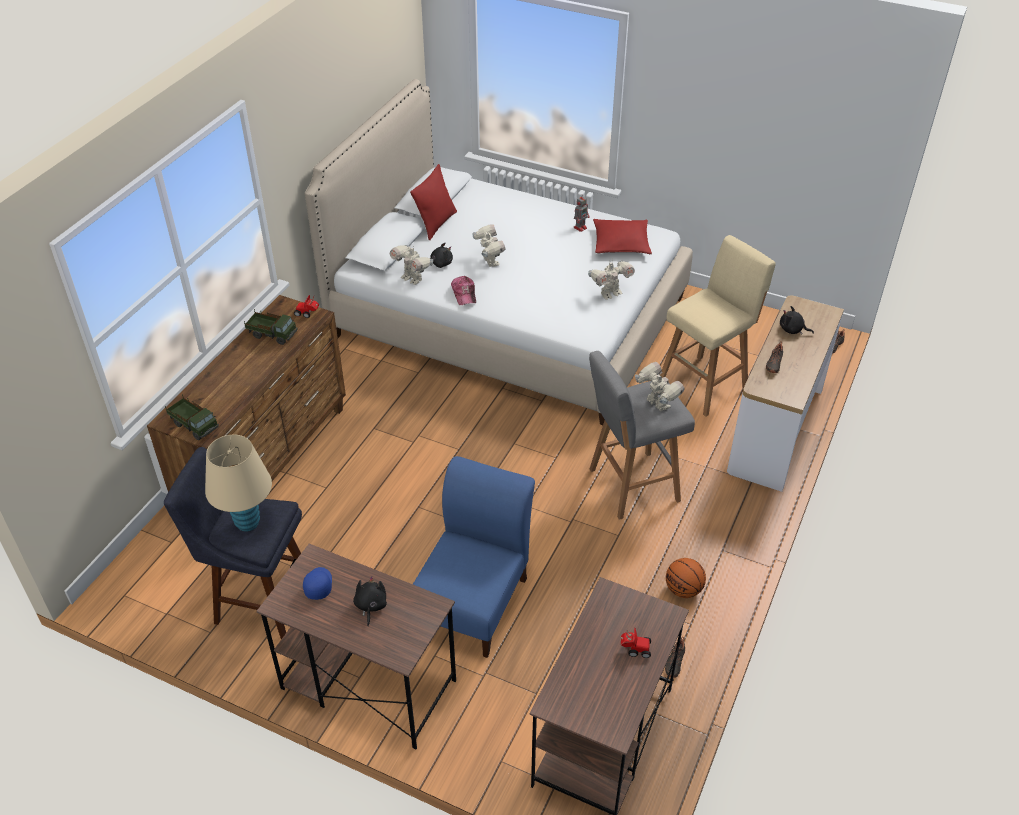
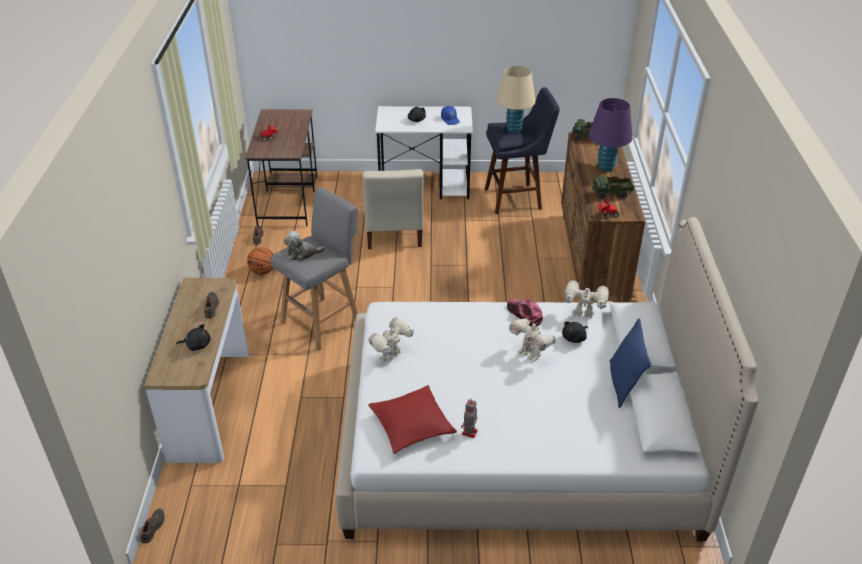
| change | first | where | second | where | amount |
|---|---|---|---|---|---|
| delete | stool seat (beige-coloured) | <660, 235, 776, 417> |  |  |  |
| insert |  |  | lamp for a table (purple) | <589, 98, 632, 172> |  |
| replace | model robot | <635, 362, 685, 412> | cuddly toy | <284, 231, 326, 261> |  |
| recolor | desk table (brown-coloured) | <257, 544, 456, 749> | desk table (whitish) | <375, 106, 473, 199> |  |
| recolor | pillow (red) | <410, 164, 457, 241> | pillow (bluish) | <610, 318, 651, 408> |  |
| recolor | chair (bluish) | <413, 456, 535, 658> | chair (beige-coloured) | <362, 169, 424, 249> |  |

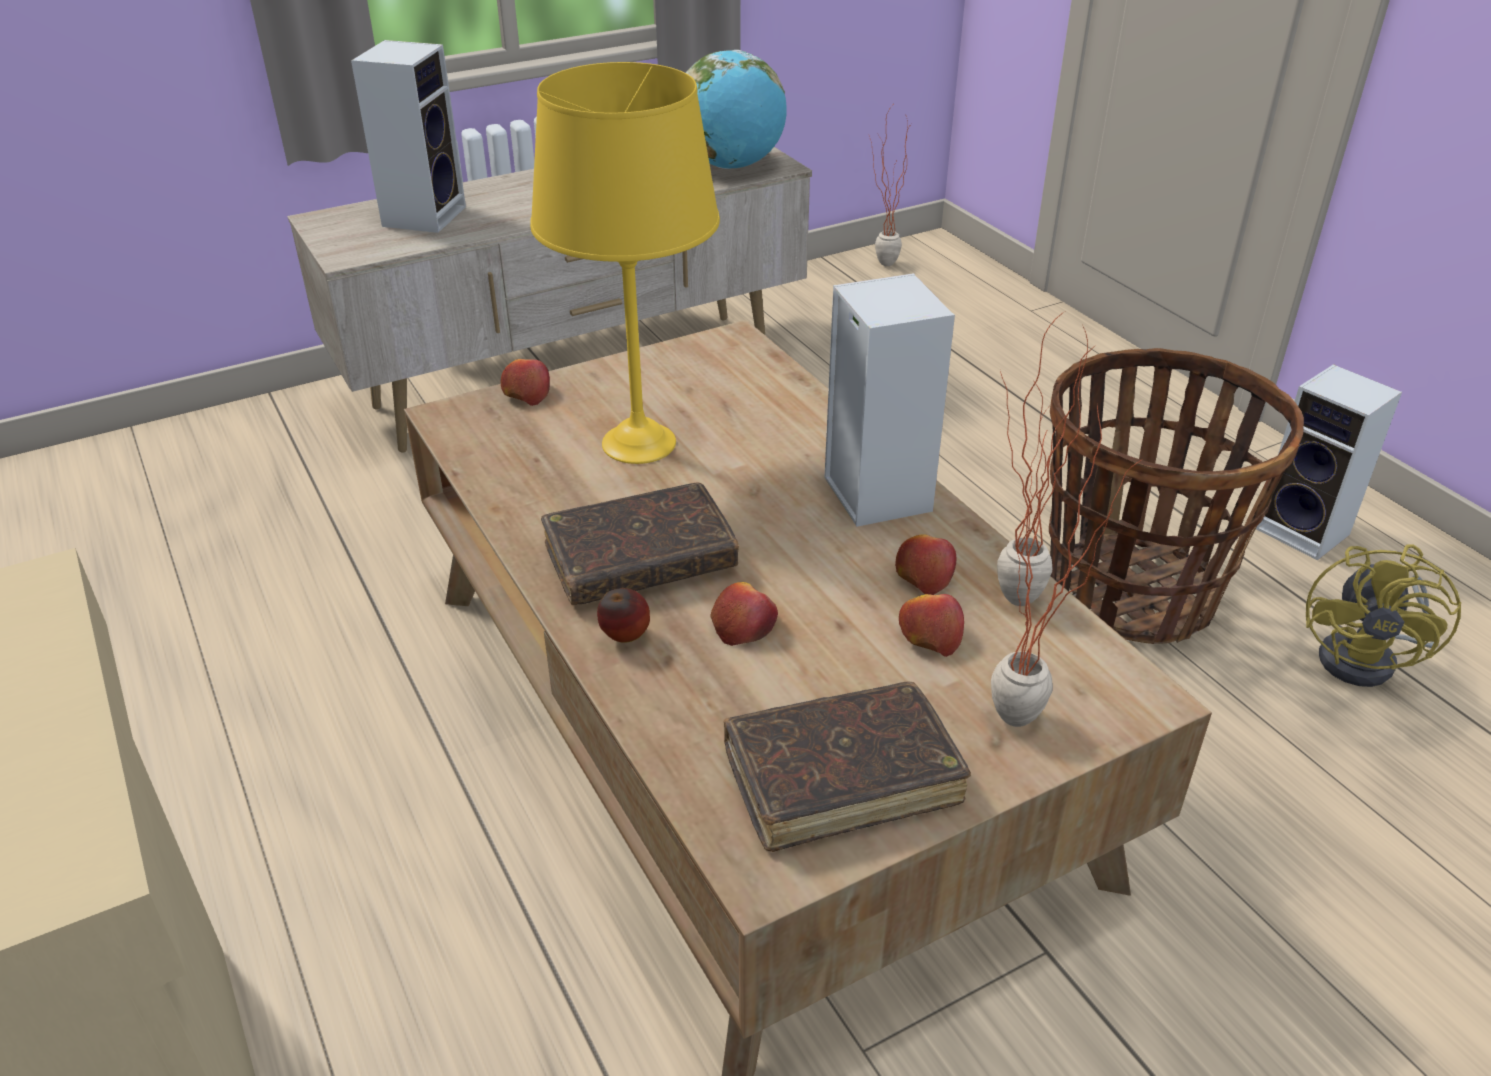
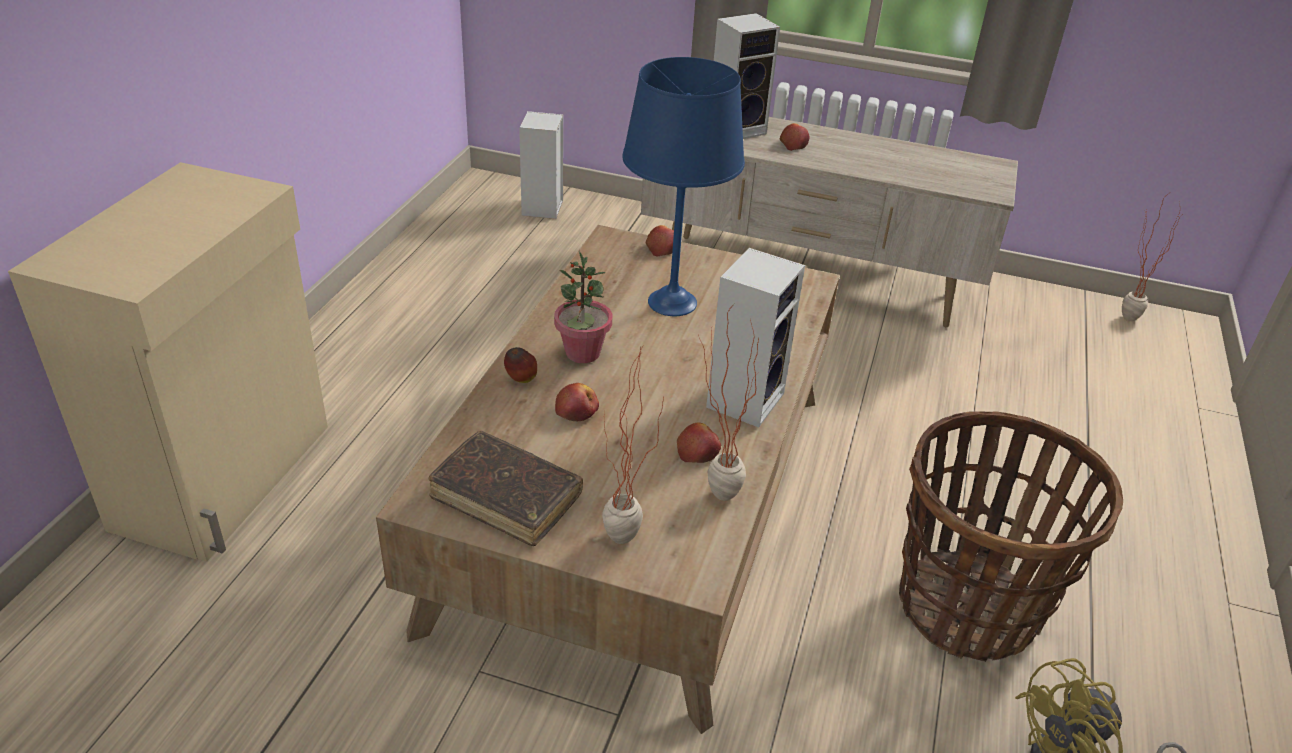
| change | first | where | second | where | amount |
|---|---|---|---|---|---|
| delete | globe | <686, 50, 787, 169> |  |  |  |
| move | apple fruit | <899, 594, 964, 657> |  | <779, 123, 810, 151> |  |
| move | loudspeaker | <1256, 364, 1402, 560> |  | <519, 111, 563, 219> |  |
| replace | volume (brown-coloured) | <541, 482, 739, 605> | potted plant | <554, 251, 612, 363> |  |
| recolor | lamp for a table (yellow-coloured) | <530, 62, 720, 464> | lamp for a table (bluish) | <622, 57, 745, 316> |  |

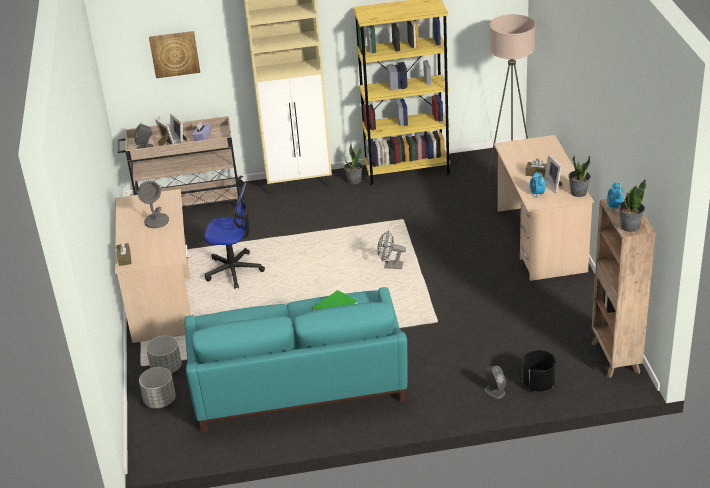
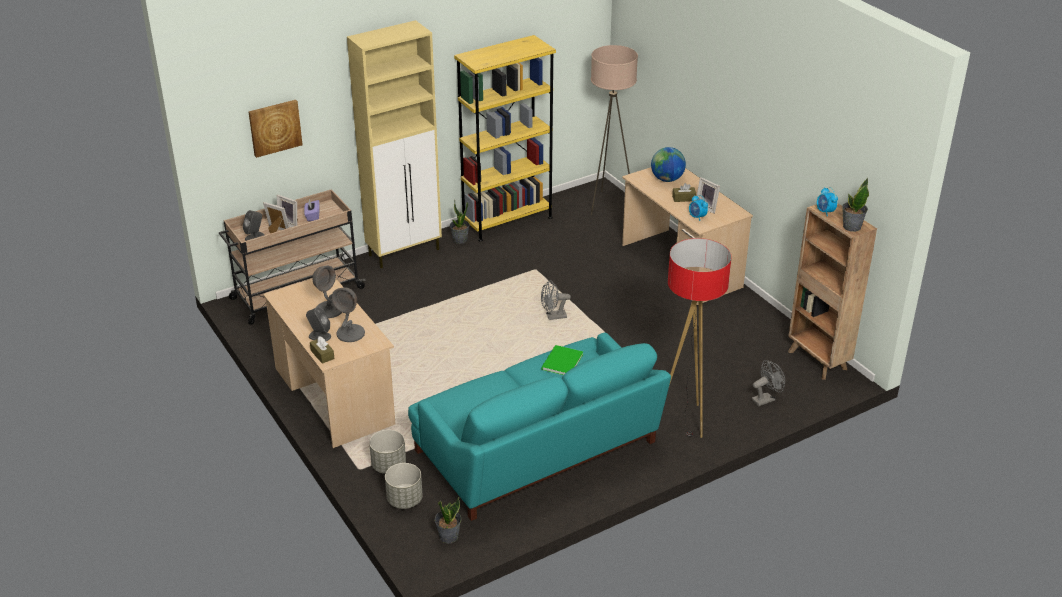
| change | first | where | second | where | amount |
|---|---|---|---|---|---|
| delete | desk chair | <204, 183, 265, 289> |  |  |  |
| insert |  |  | lamp for a table (gray) | <331, 287, 365, 342> |  |
| insert |  |  | globe | <651, 147, 686, 182> |  |
| insert |  |  | standing lamp | <668, 238, 732, 438> |  |
| move | loudspeaker (gray) | <484, 366, 506, 399> |  | <306, 307, 331, 341> |  |
| move | potted plant | <568, 155, 591, 197> |  | <435, 497, 461, 543> |  |
| replace | planter (black) | <522, 350, 556, 392> | fan (gray) | <752, 360, 785, 406> |  |

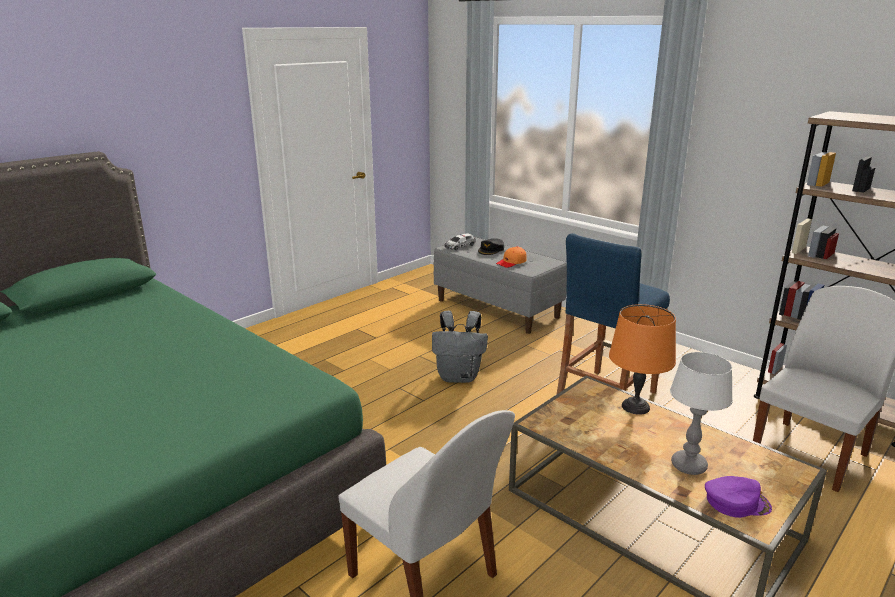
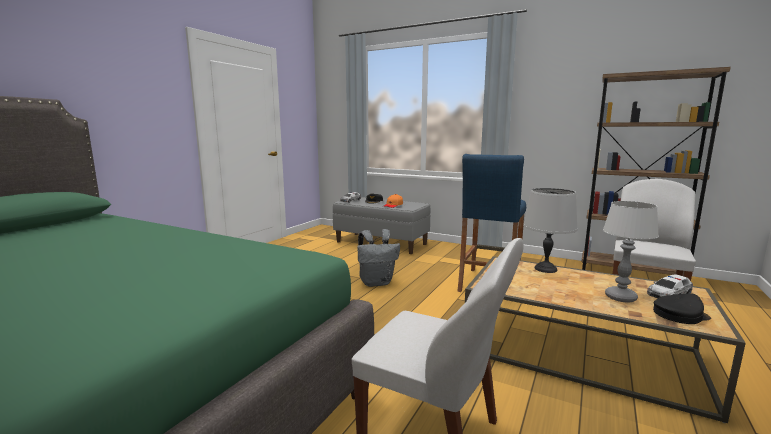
| change | first | where | second | where | amount |
|---|---|---|---|---|---|
| insert |  |  | miniature car | <647, 275, 693, 298> |  |
| recolor | lamp for a table (orangey) | <609, 304, 676, 415> | lamp for a table (gray) | <523, 188, 578, 273> |  |
| recolor | cap (purple) | <705, 476, 772, 518> | cap (black) | <653, 293, 711, 324> |  |

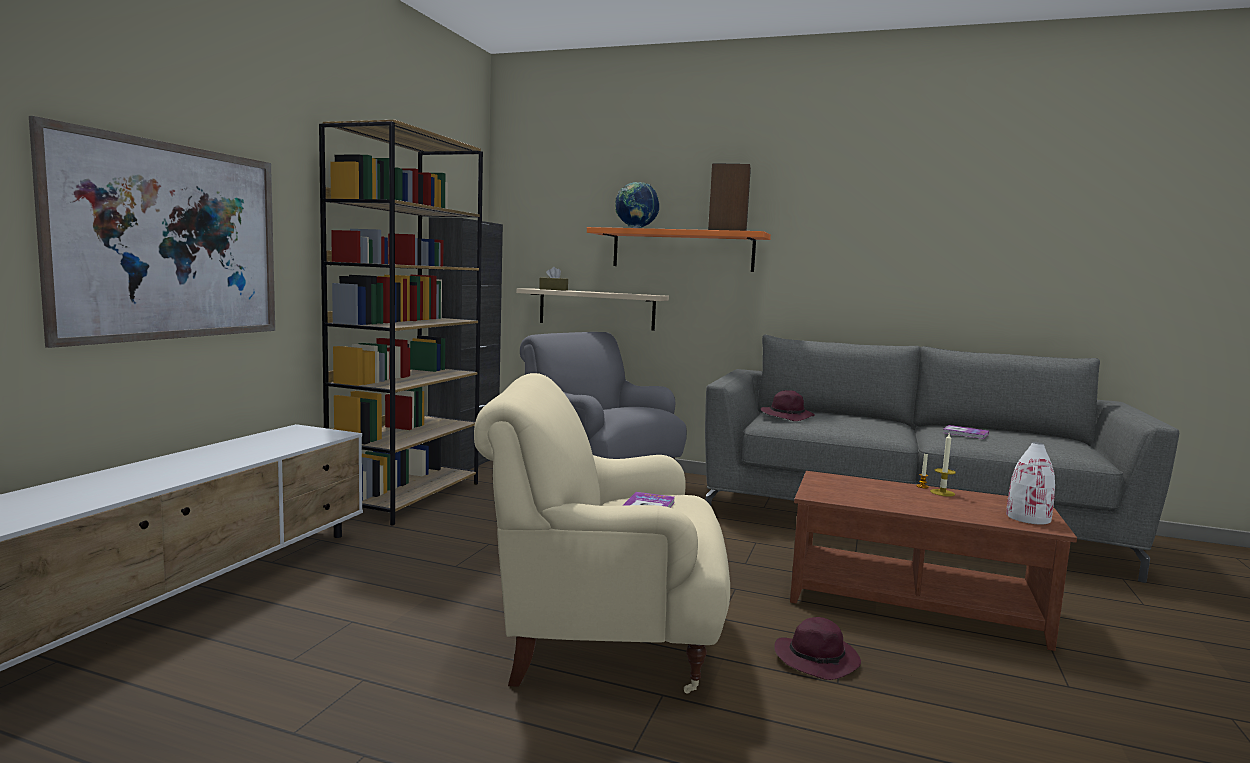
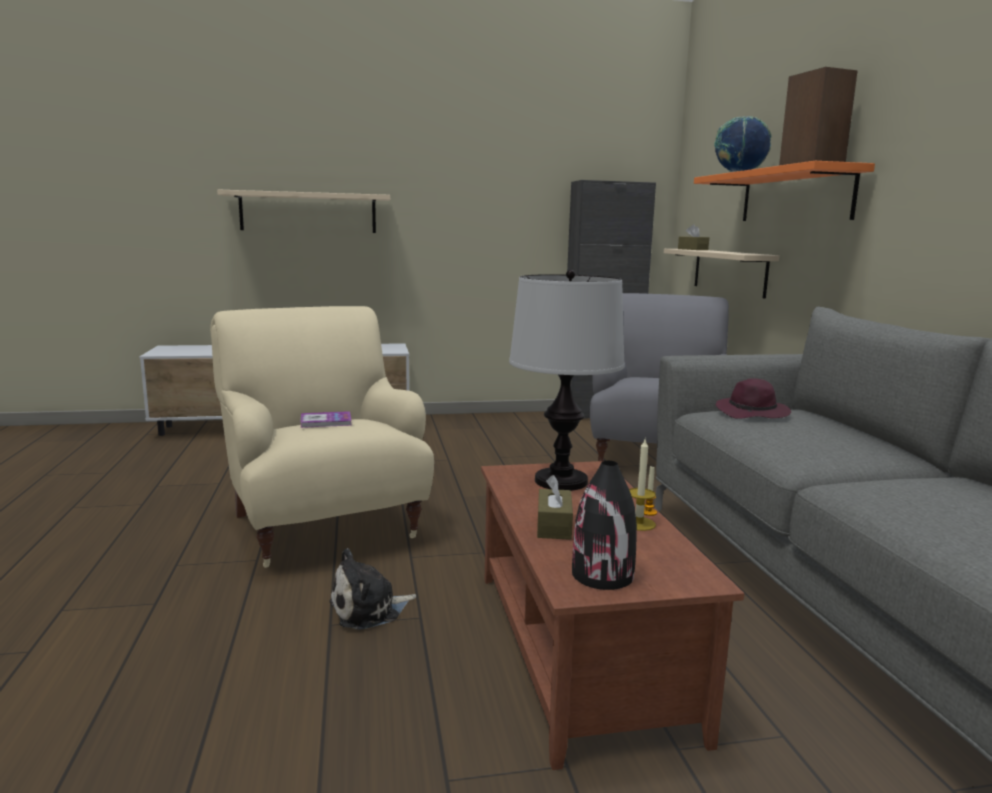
| change | first | where | second | where | amount |
|---|---|---|---|---|---|
| delete | bookcase (brown-coloured) | <319, 120, 483, 526> |  |  |  |
| delete | volume | <943, 425, 989, 439> |  |  |  |
| insert |  |  | lamp for a table | <509, 270, 625, 491> |  |
| insert |  |  | tissue holder (brown-coloured) | <537, 475, 573, 540> |  |
| replace | picture | <29, 116, 275, 348> | bracket shelf (beige-coloured) | <217, 190, 390, 233> |  |
| replace | wearable hat (purple) | <774, 617, 861, 680> | cuddly toy | <329, 548, 416, 630> |  |
| recolor | flower vase (whitish) | <1006, 442, 1055, 525> | flower vase (black) | <572, 461, 637, 590> |  |

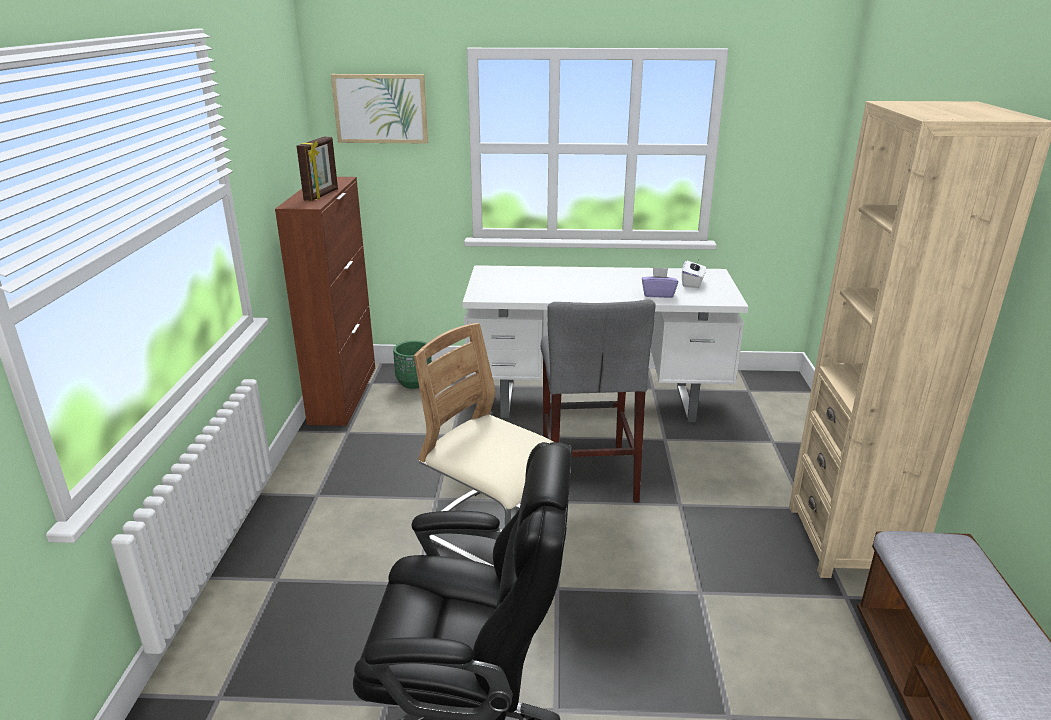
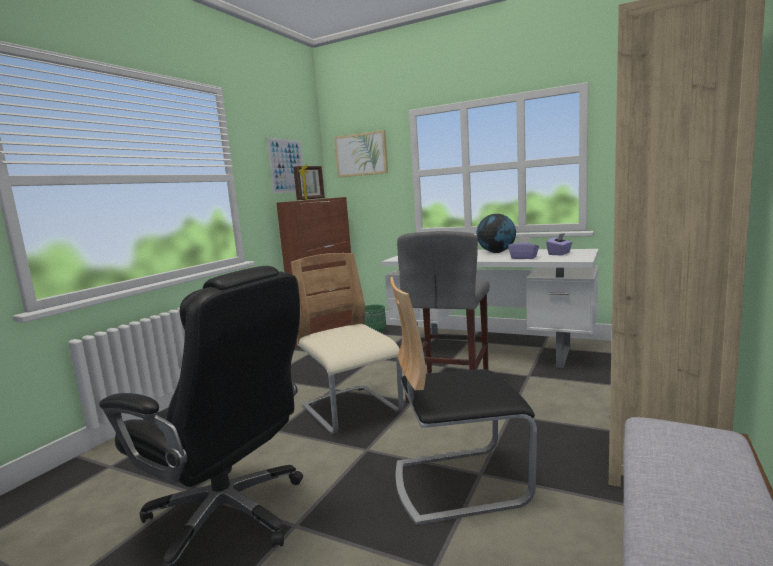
| change | first | where | second | where | amount |
|---|---|---|---|---|---|
| insert |  |  | picture | <267, 137, 303, 193> |  |
| insert |  |  | chair | <390, 277, 537, 525> |  |
| insert |  |  | globe | <476, 214, 516, 253> |  |
| recolor | tissue holder (whitish) | <682, 261, 706, 288> | tissue holder (purple) | <546, 233, 572, 255> |  |

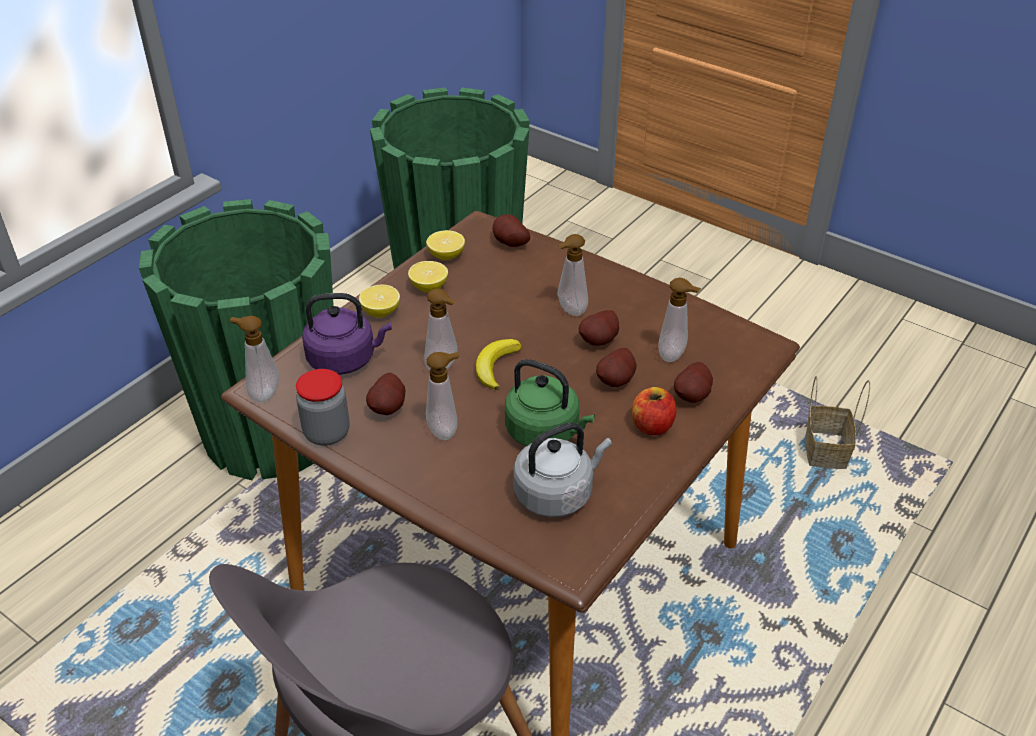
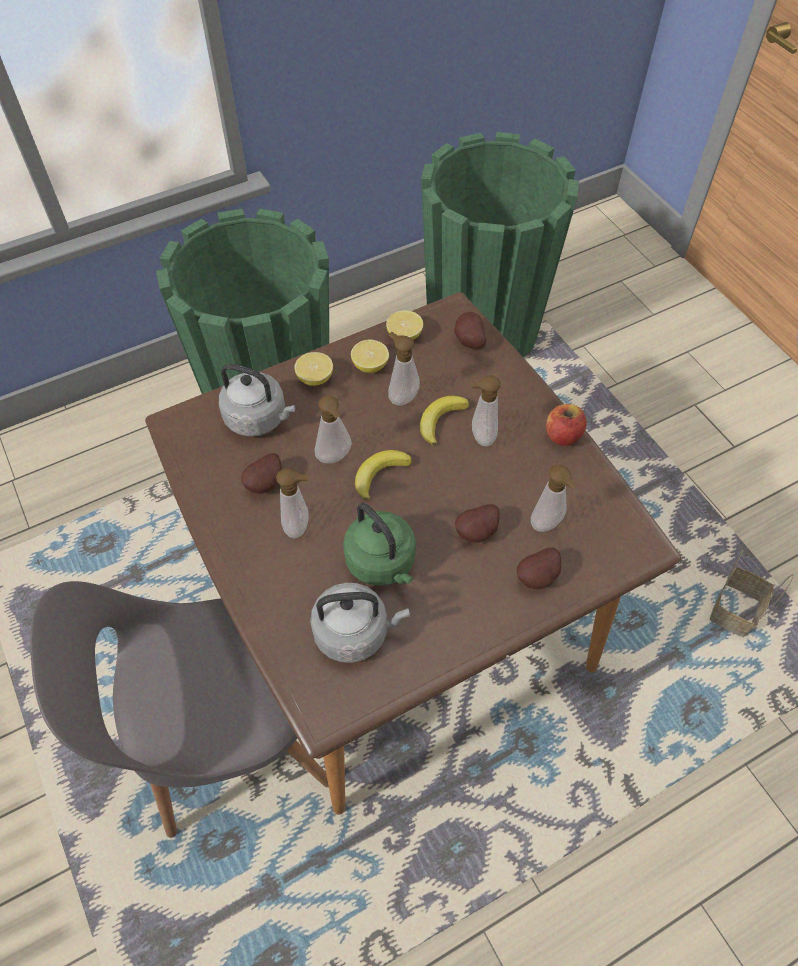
| change | first | where | second | where | amount |
|---|---|---|---|---|---|
| delete | preserve jar | <296, 369, 350, 446> |  |  |  |
| delete | potato | <579, 310, 619, 346> |  |  |  |
| insert |  |  | banana | <420, 396, 469, 446> |  |
| move | liquid soap bottle | <230, 316, 279, 402> |  | <389, 332, 420, 406> |  |
| move | apple fruit | <632, 387, 676, 435> |  | <546, 404, 587, 446> |  |
| recolor | tea kettle (purple) | <302, 293, 392, 375> | tea kettle (gray) | <219, 364, 296, 437> |  |

